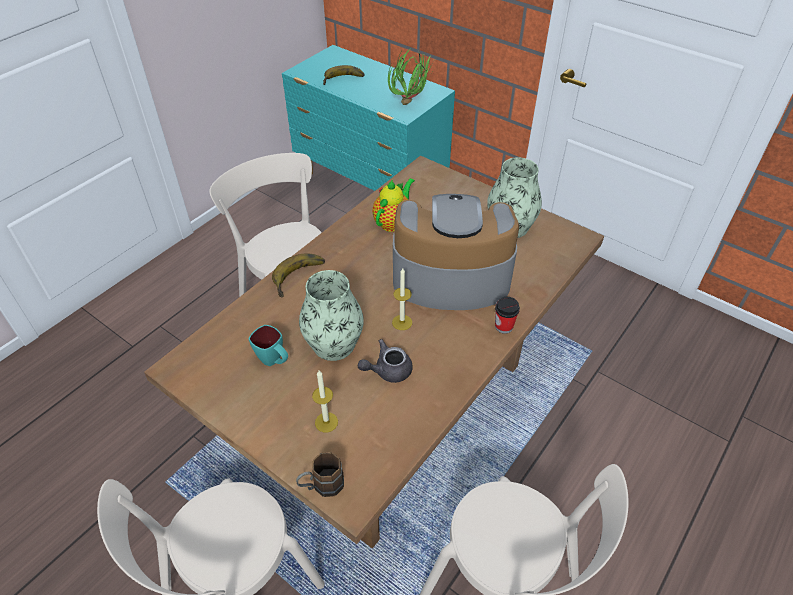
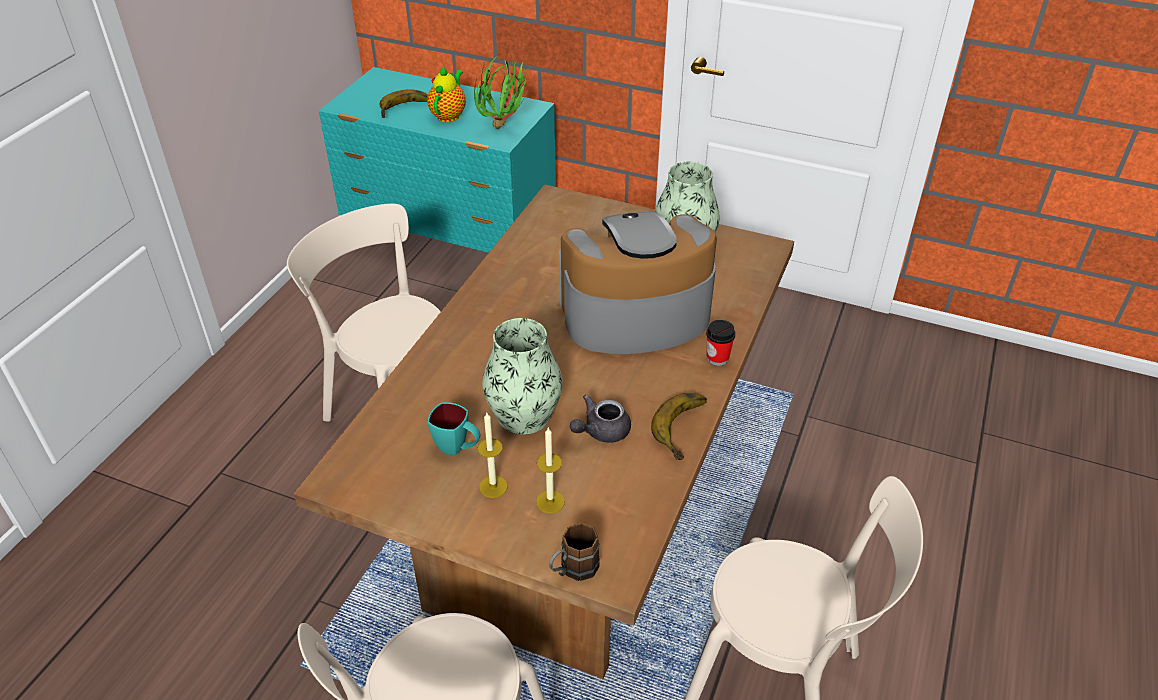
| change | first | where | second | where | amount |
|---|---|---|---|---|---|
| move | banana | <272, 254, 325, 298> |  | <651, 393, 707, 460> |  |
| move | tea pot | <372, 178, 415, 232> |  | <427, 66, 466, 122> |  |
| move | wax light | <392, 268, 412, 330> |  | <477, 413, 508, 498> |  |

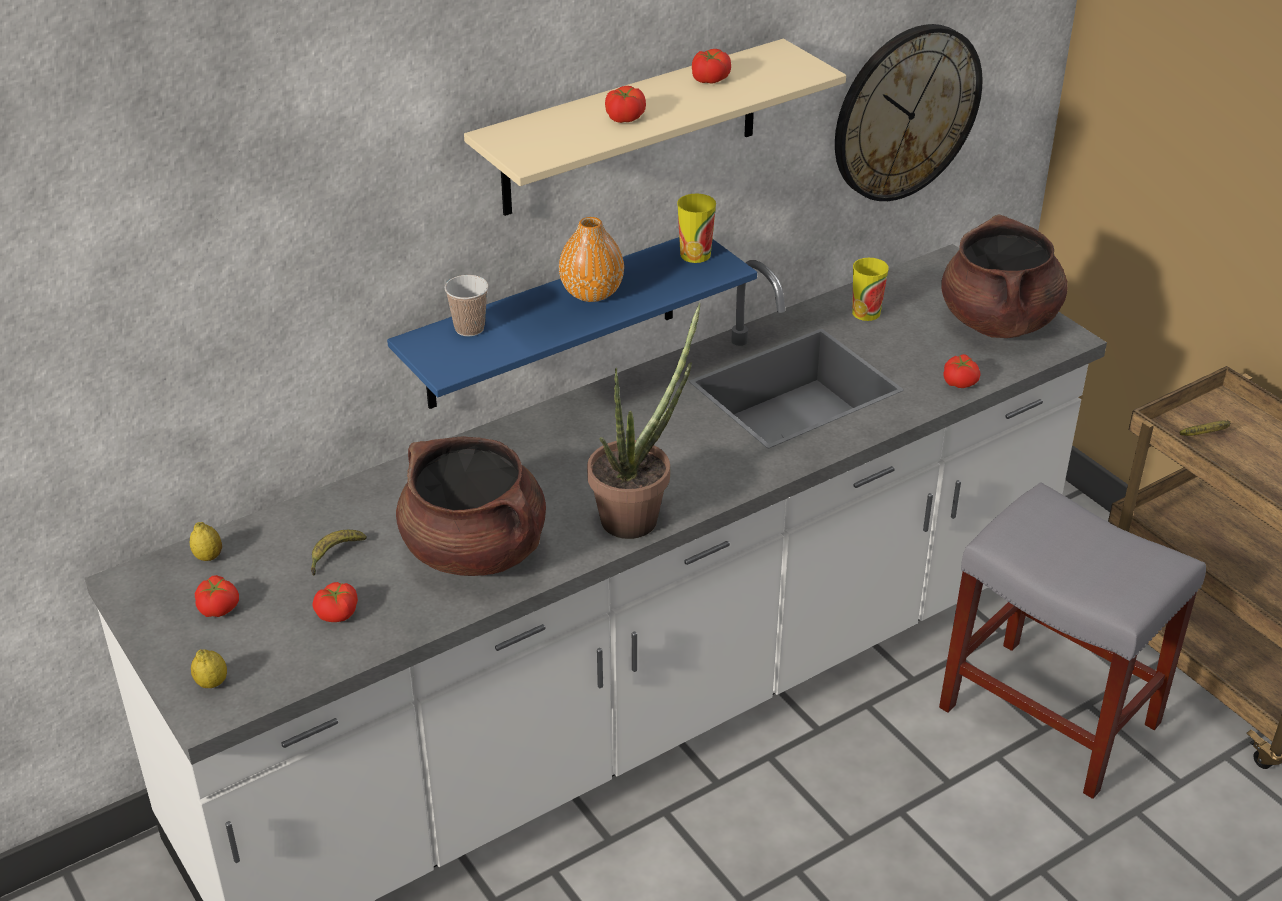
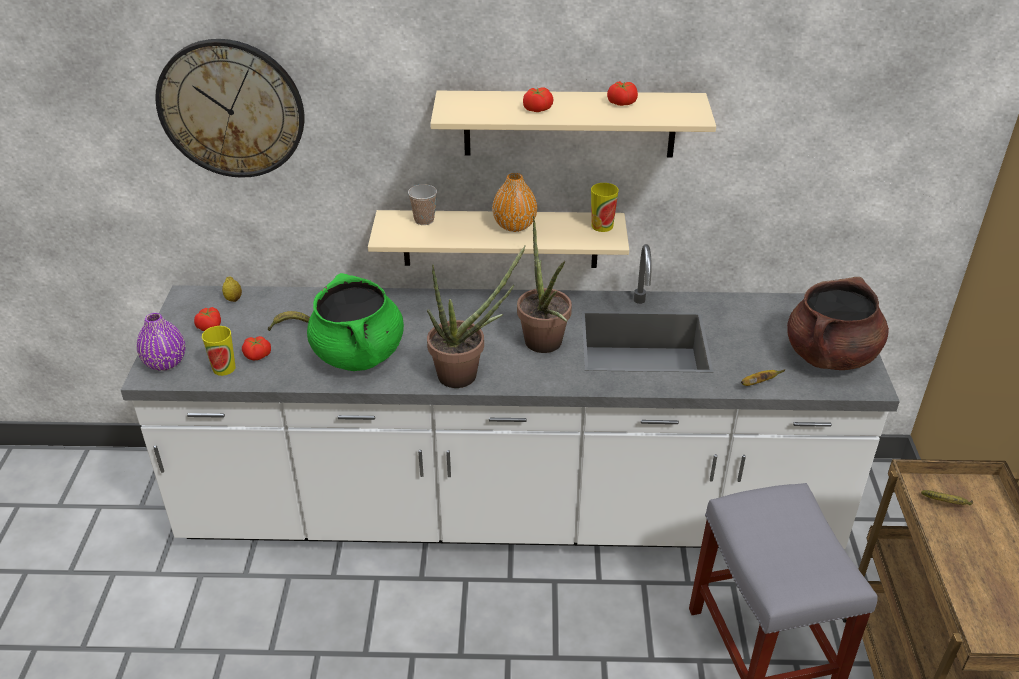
| change | first | where | second | where | amount |
|---|---|---|---|---|---|
| insert |  |  | potted plant | <517, 216, 572, 353> |  |
| move | wall clock | <835, 24, 983, 201> |  | <155, 39, 304, 178> |  |
| move | cup | <852, 258, 889, 321> |  | <202, 326, 235, 376> |  |
| replace | whole lemon | <191, 649, 227, 688> | flower vase (purple) | <137, 313, 185, 371> |  |
| replace | fresh tomato | <943, 354, 980, 388> | banana | <741, 369, 785, 386> |  |
| recolor | bracket shelf (bluish) | <387, 237, 757, 409> | bracket shelf (beige-coloured) | <368, 210, 629, 268> |  |
| recolor | saucepot (brown-coloured) | <396, 436, 546, 576> | saucepot (greenish) | <307, 273, 404, 371> |  |

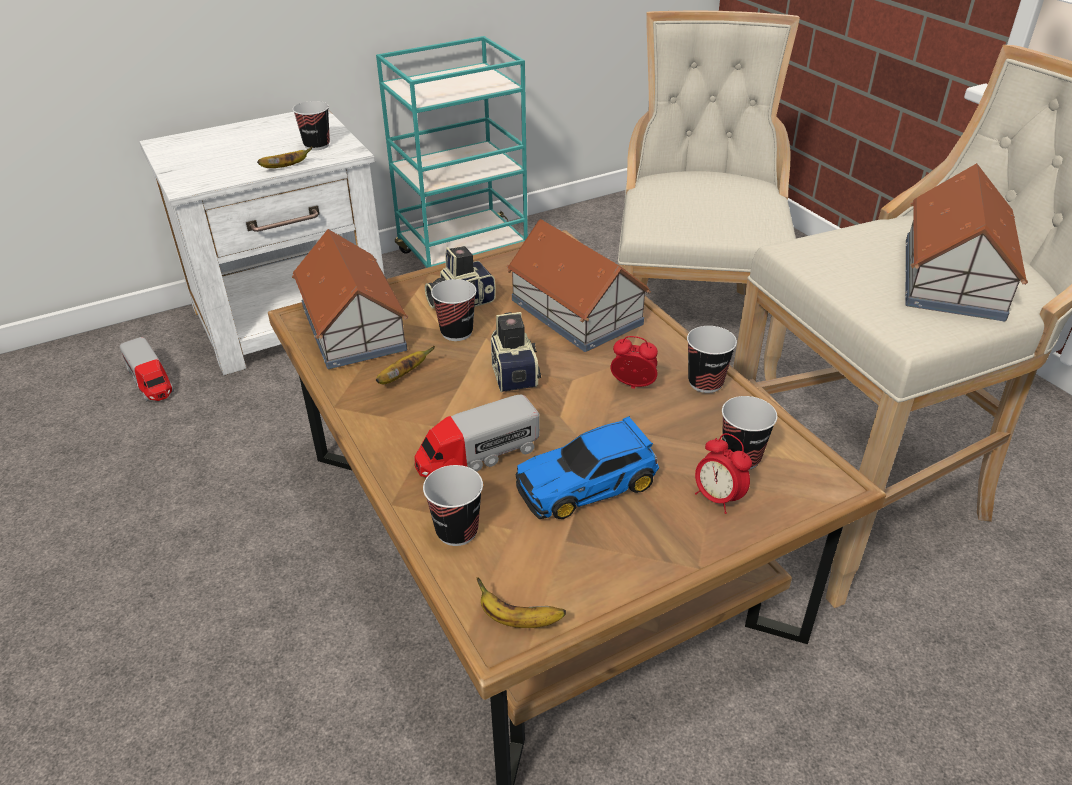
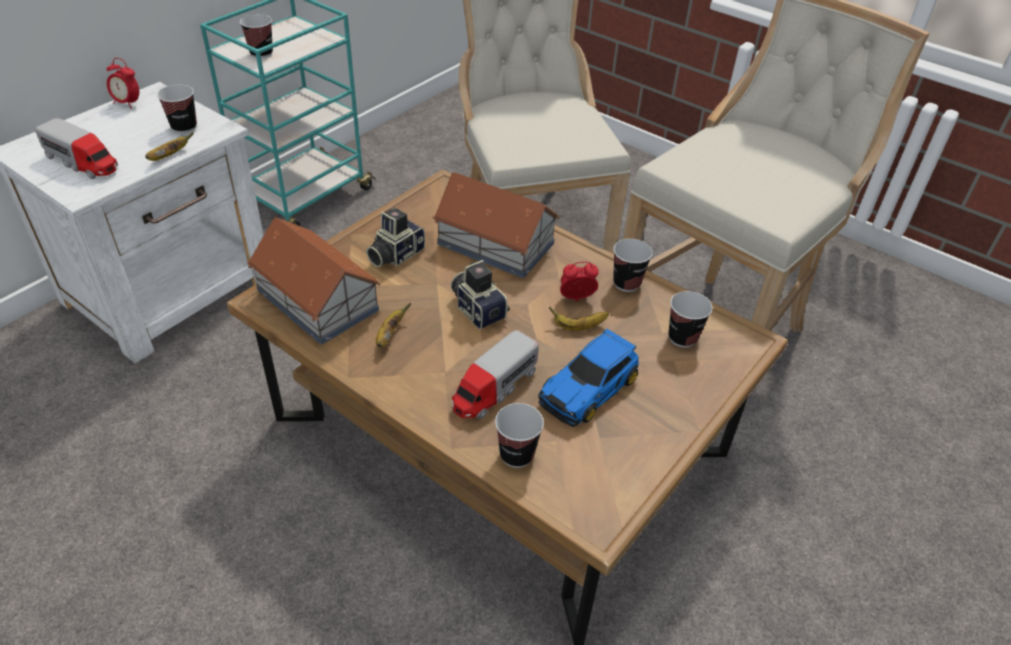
| change | first | where | second | where | amount |
|---|---|---|---|---|---|
| delete | model house | <905, 163, 1028, 322> |  |  |  |
| move | toy truck | <120, 337, 174, 402> |  | <35, 118, 118, 179> |  |
| move | cup | <431, 279, 476, 341> |  | <240, 14, 273, 58> |  |
| move | banana | <476, 577, 566, 628> |  | <549, 307, 609, 331> |  |
| move | alarm clock | <695, 433, 752, 514> |  | <107, 58, 139, 109> |  |

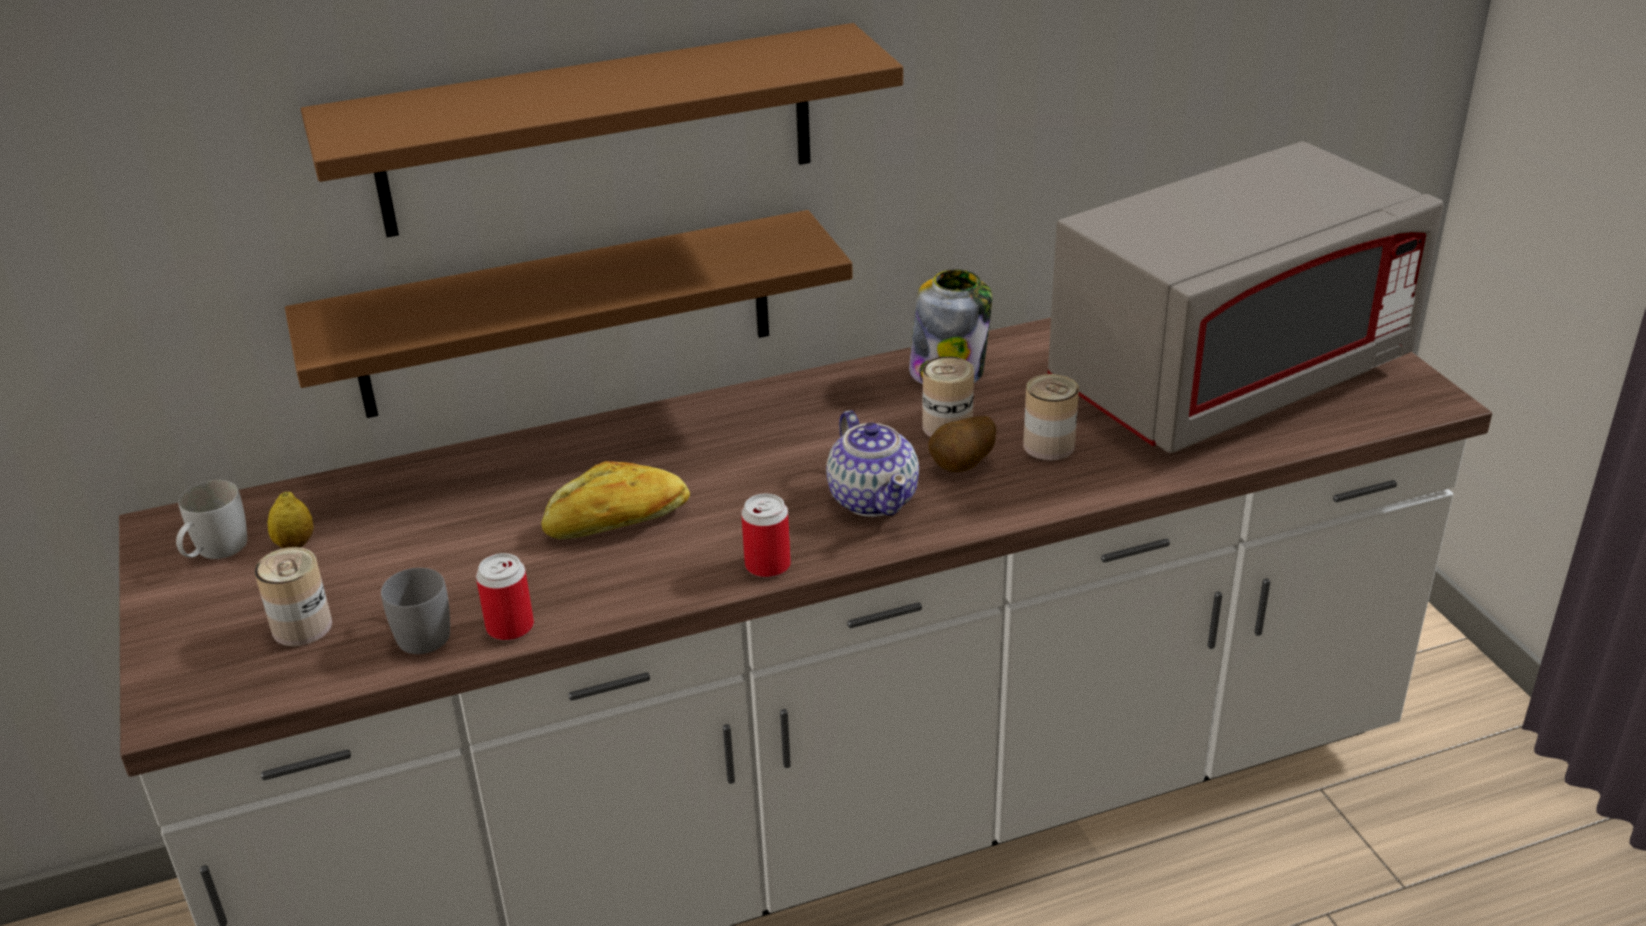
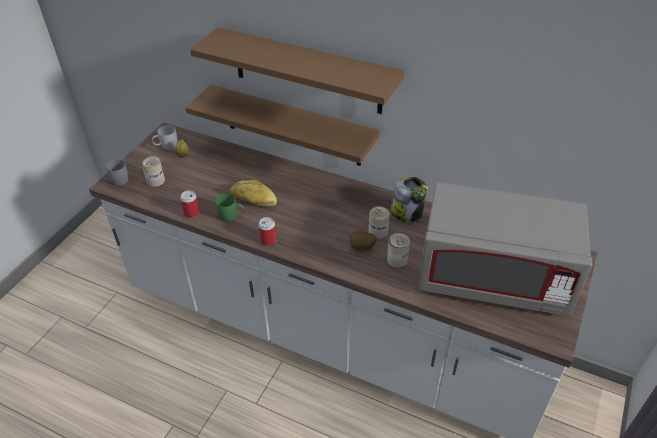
| change | first | where | second | where | amount |
|---|---|---|---|---|---|
| delete | tea pot | <826, 410, 919, 517> |  |  |  |
| insert |  |  | tea mug (greenish) | <215, 193, 245, 221> |  |
| move | tea mug (gray) | <381, 568, 450, 654> |  | <106, 159, 128, 186> |  |

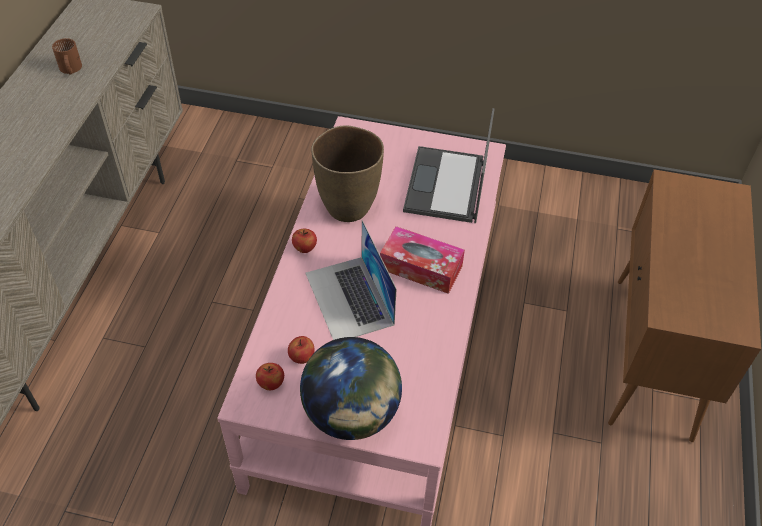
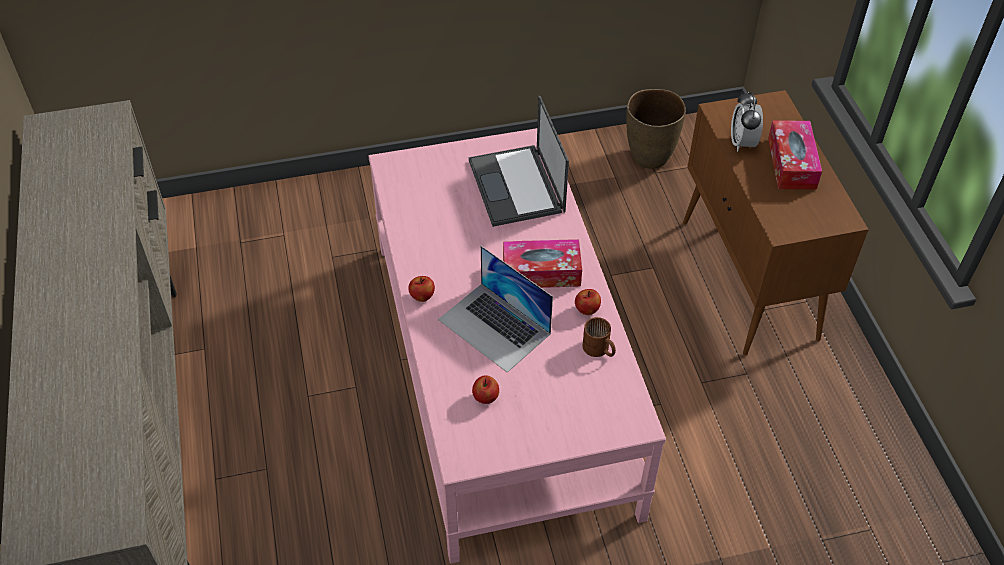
| change | first | where | second | where | amount |
|---|---|---|---|---|---|
| delete | globe | <300, 337, 402, 440> |  |  |  |
| insert |  |  | alarm clock | <731, 91, 763, 152> |  |
| insert |  |  | tissue holder | <768, 120, 822, 190> |  |
| move | tea mug (brown-coloured) | <52, 38, 82, 75> |  | <582, 317, 616, 357> |  |
| move | apple fruit | <256, 363, 284, 390> |  | <575, 289, 601, 315> |  |
| move | flower vase (brown-coloured) | <311, 125, 384, 222> |  | <627, 89, 686, 169> |  |

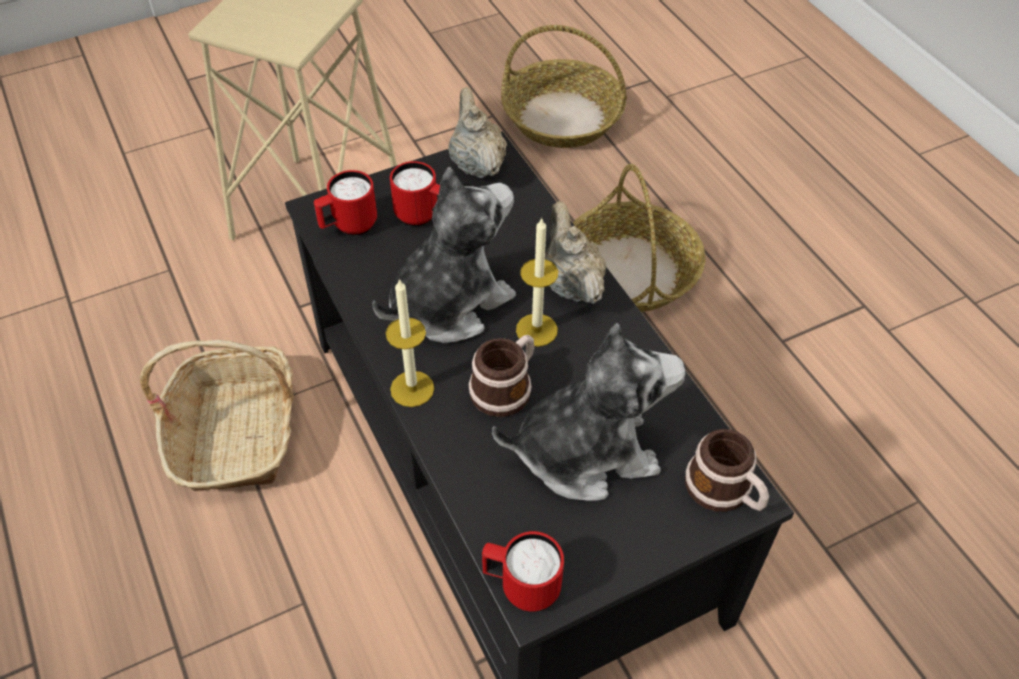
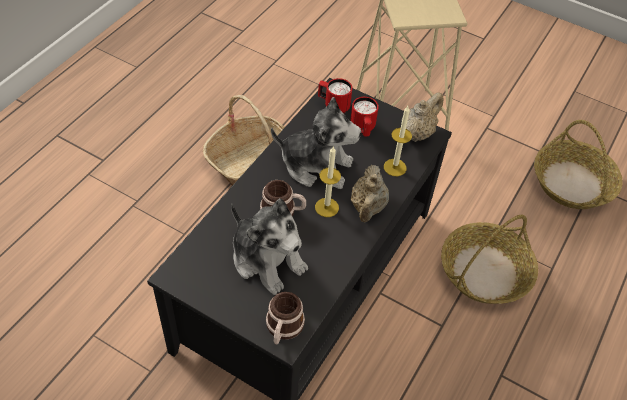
| change | first | where | second | where | amount |
|---|---|---|---|---|---|
| delete | tea mug (red) | <482, 531, 564, 612> |  |  |  |
| move | wax light | <386, 279, 434, 407> |  | <384, 106, 412, 176> |  |
| rotate | tea pot (beige-coloured) | <545, 201, 606, 304> |  | <351, 165, 389, 222> | 150 degrees clockwise |

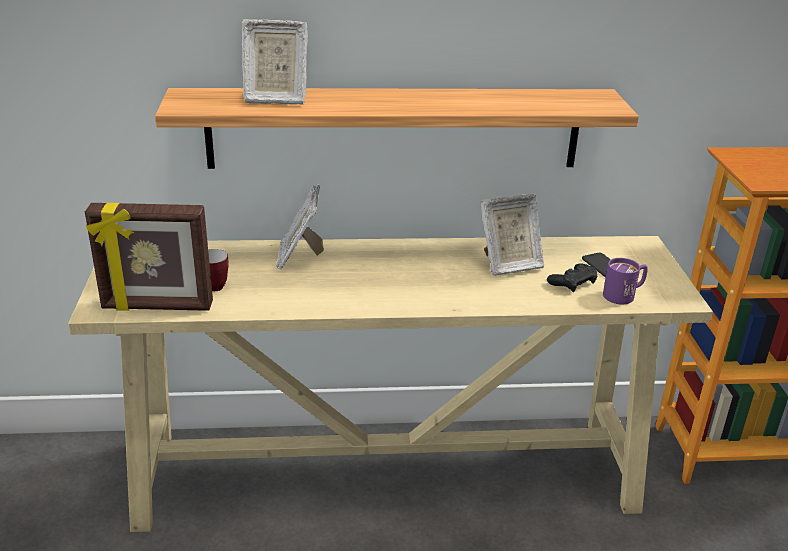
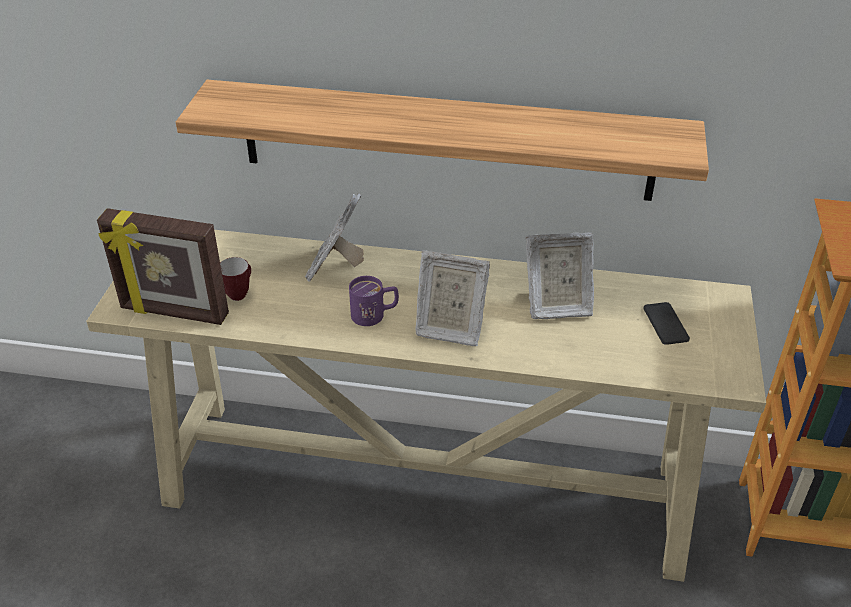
| change | first | where | second | where | amount |
|---|---|---|---|---|---|
| delete | game controller (black) | <547, 264, 598, 292> |  |  |  |
| move | standing frame | <242, 19, 308, 104> |  | <415, 251, 490, 346> |  |
| move | tea mug (purple) | <603, 258, 648, 304> |  | <349, 276, 399, 326> |  |

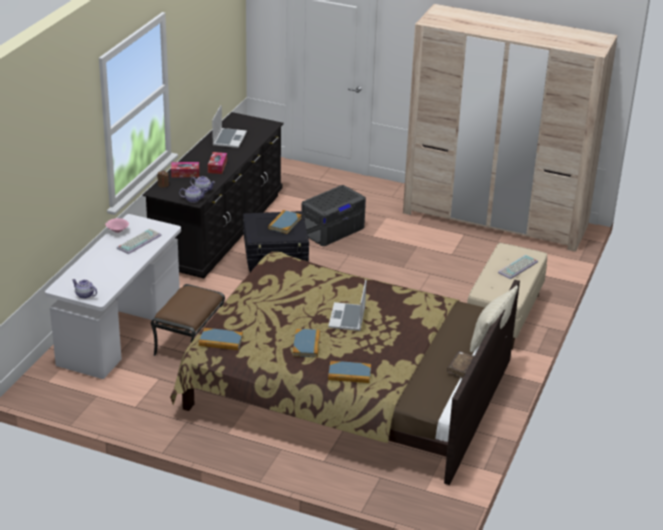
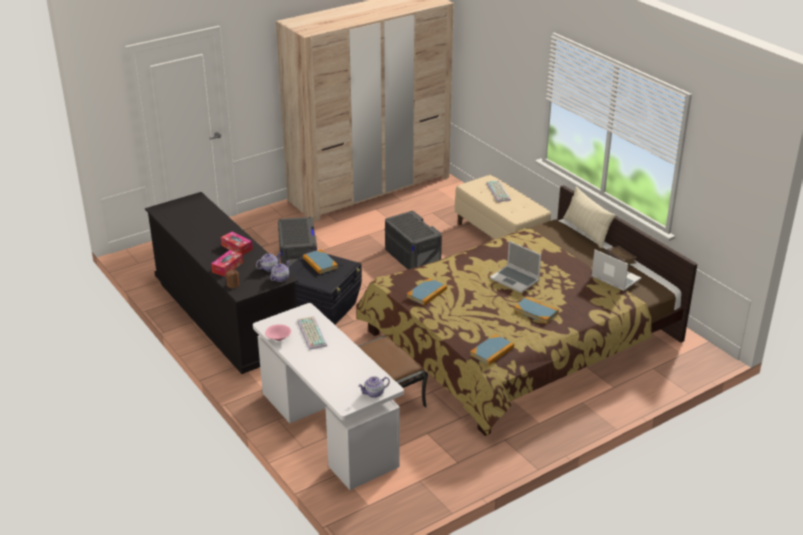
| change | first | where | second | where | amount |
|---|---|---|---|---|---|
| insert |  |  | storage container (gray) | <385, 211, 442, 269> |  |
| move | notebook computer | <212, 105, 247, 148> |  | <591, 250, 641, 291> |  |
| move | volume | <328, 361, 371, 383> |  | <407, 278, 447, 305> |  |

